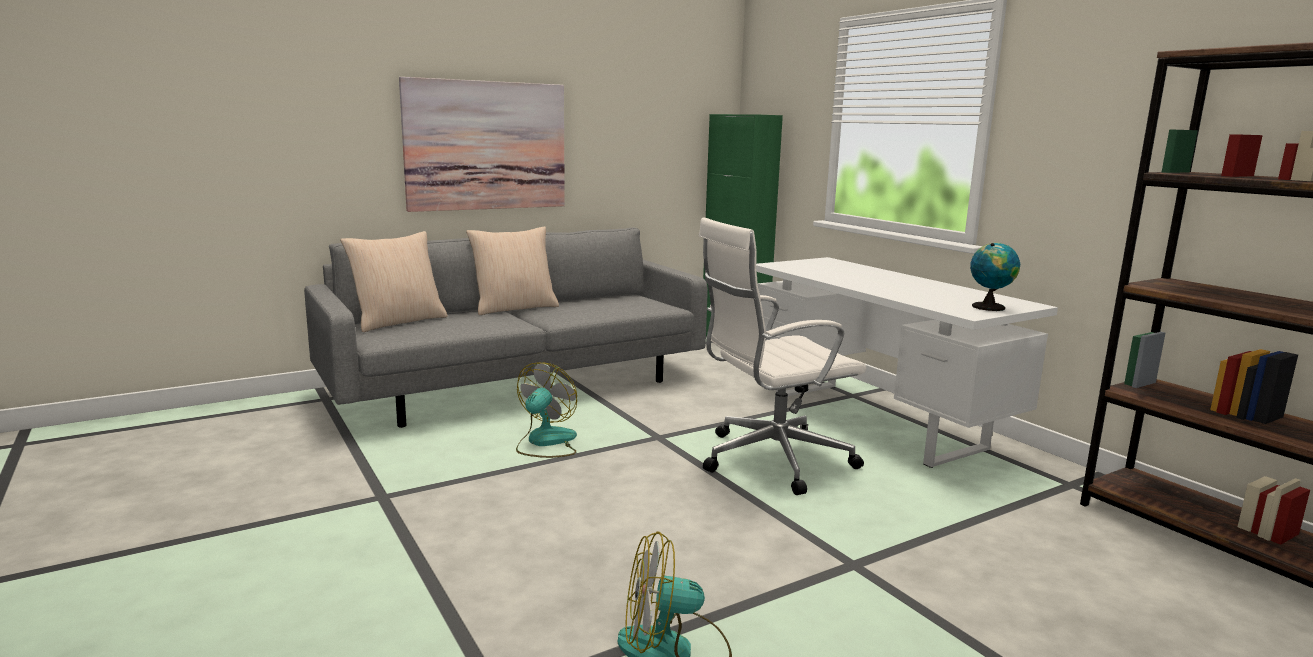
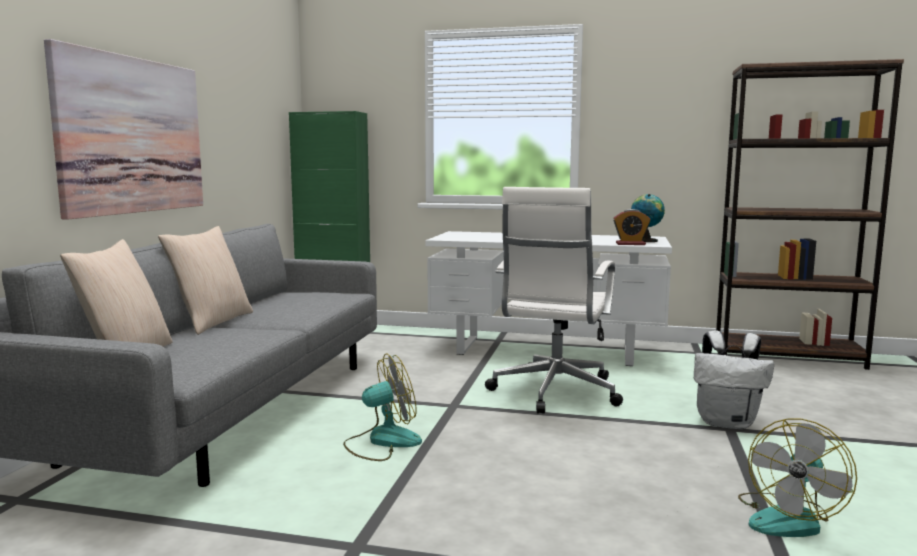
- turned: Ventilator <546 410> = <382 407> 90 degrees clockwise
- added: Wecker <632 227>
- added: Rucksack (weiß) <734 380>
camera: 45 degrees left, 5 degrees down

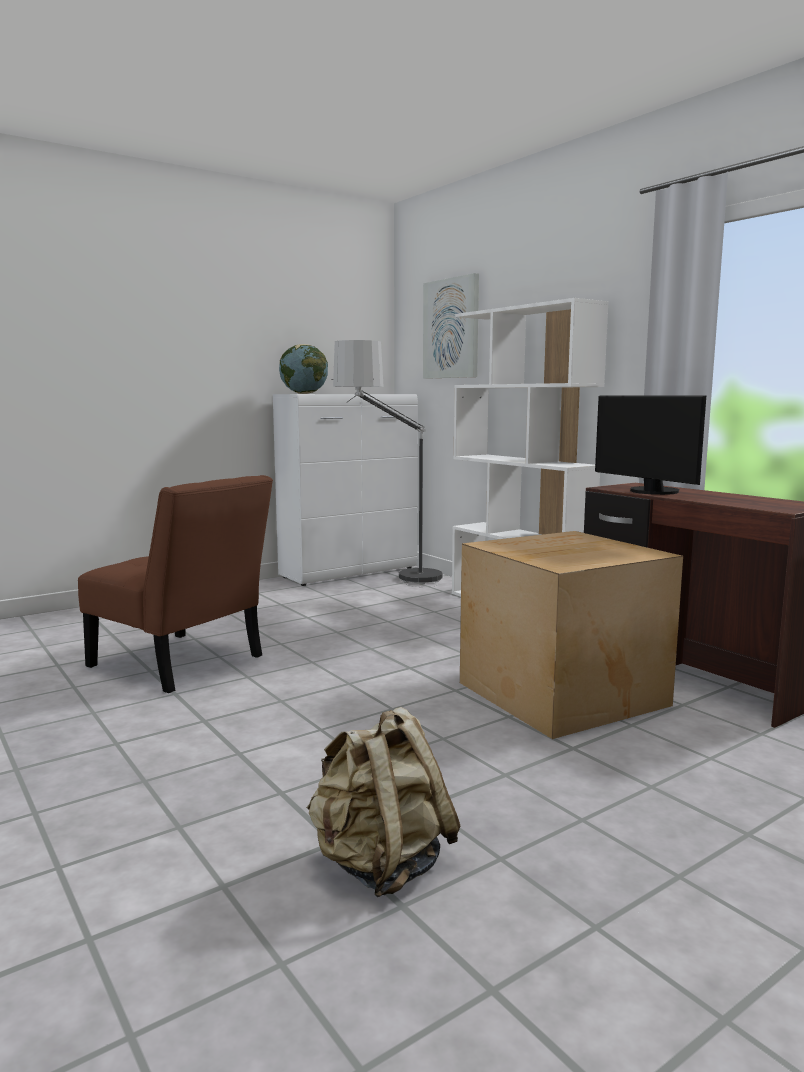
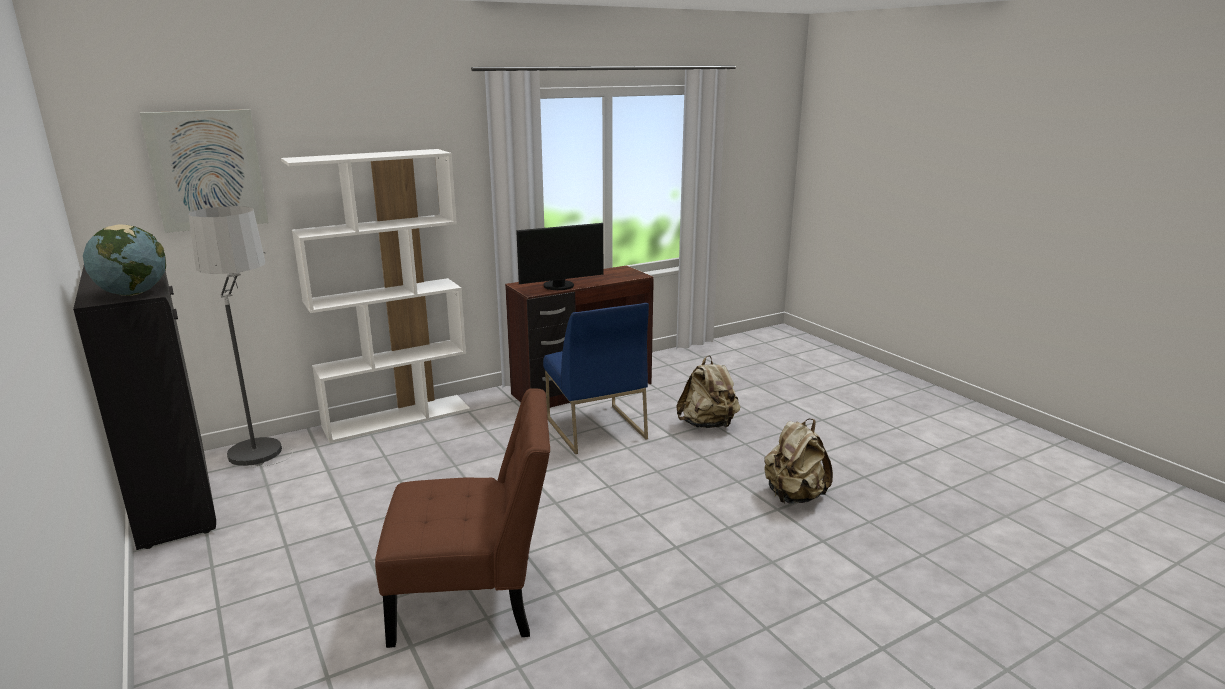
- turned: Stuhl (braun) <175 584> = <462 518> 45 degrees clockwise
- recoloured: Schrank (weiß) <345 490> to Schrank (schwarz) <144 408>
- replaced: Karton <571 635> to Stuhl (blau) <596 378>
- added: Rucksack (beige) <708 391>
camera: 85 degrees left, 10 degrees up

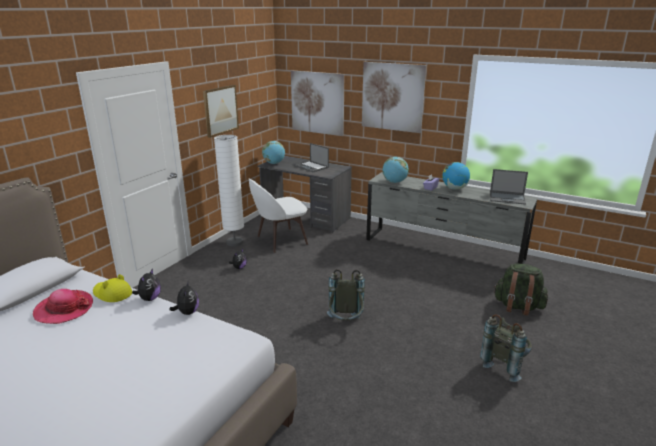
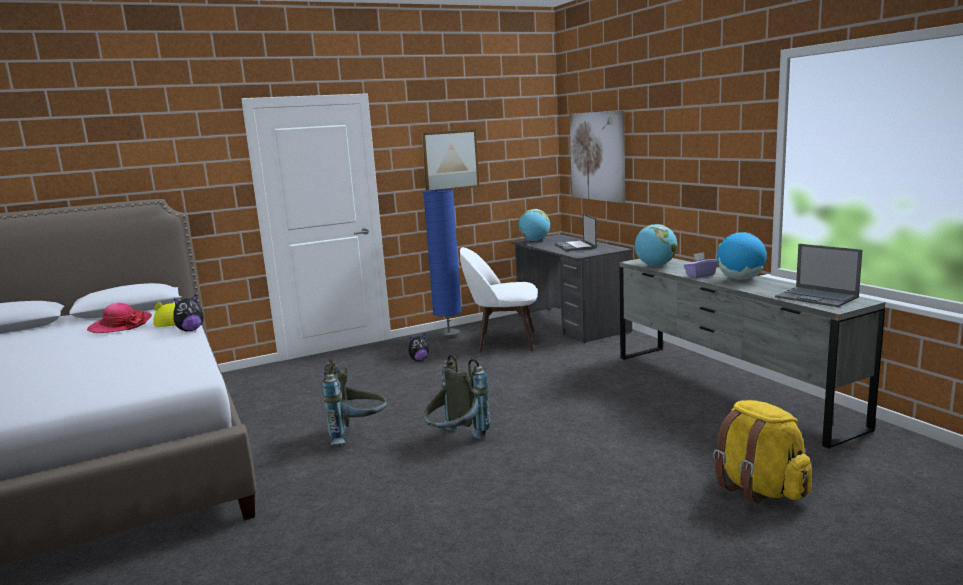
- removed: Plüschtier <184 298>
- recoloured: Stehlampe (weiß) <229 191> to Stehlampe (blau) <442 264>
- removed: Bild <394 97>
- moved: Rucksack (grau) <506 348> to <355 401>
- recoloured: Rucksack (grün) <521 290> to Rucksack (gelb) <762 451>
camera: 35 degrees right, 10 degrees down

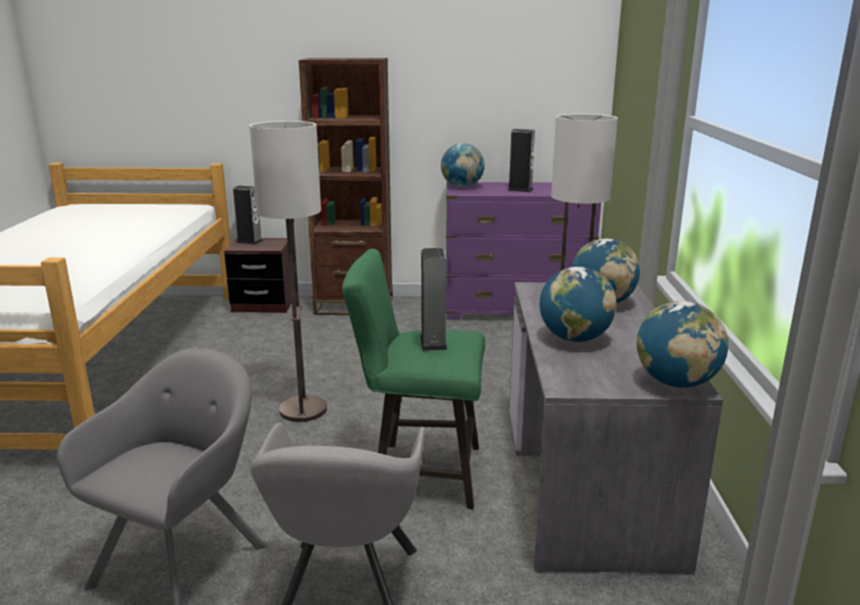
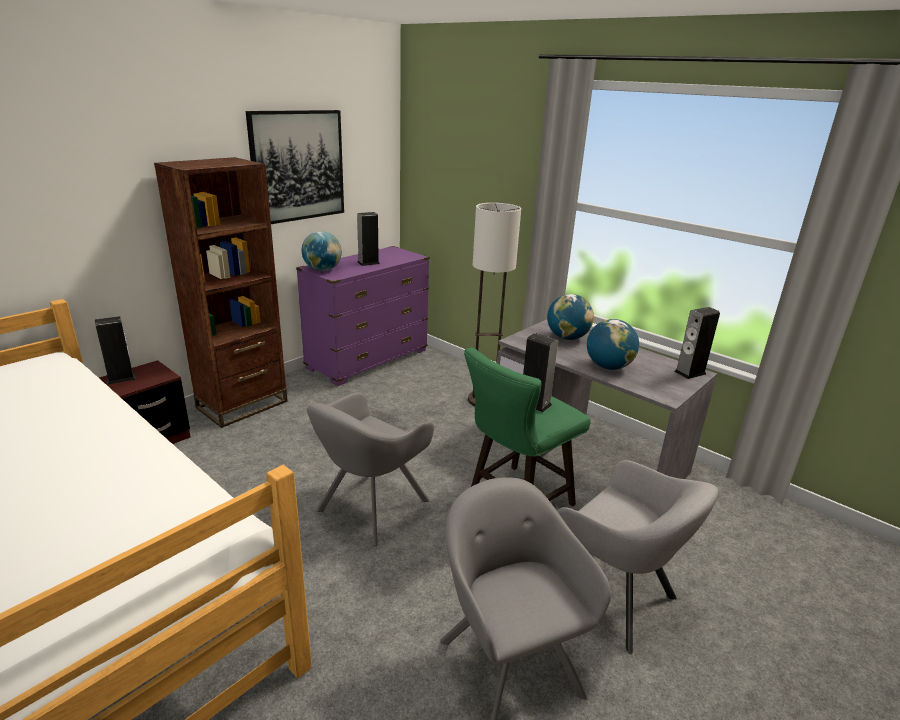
- replaced: Stehlampe <288 271> to Sessel (grau) <370 469>
- replaced: Globus <682 344> to Lautsprecher <697 343>
- added: Bild <295 167>
camera: 50 degrees left, 5 degrees up

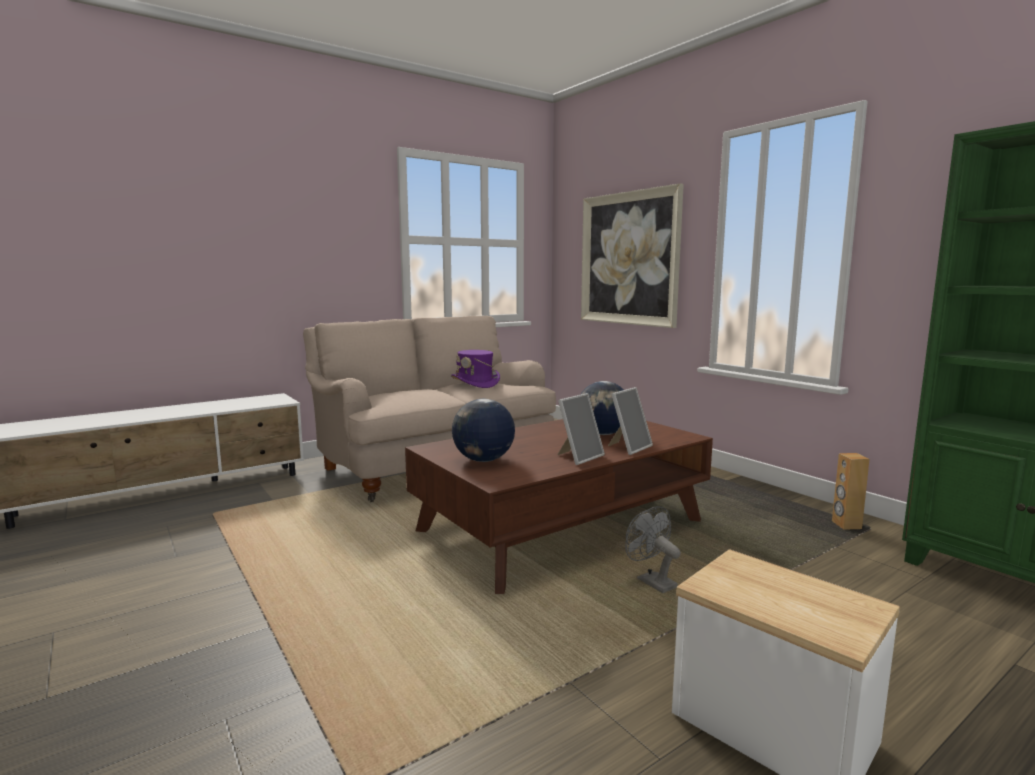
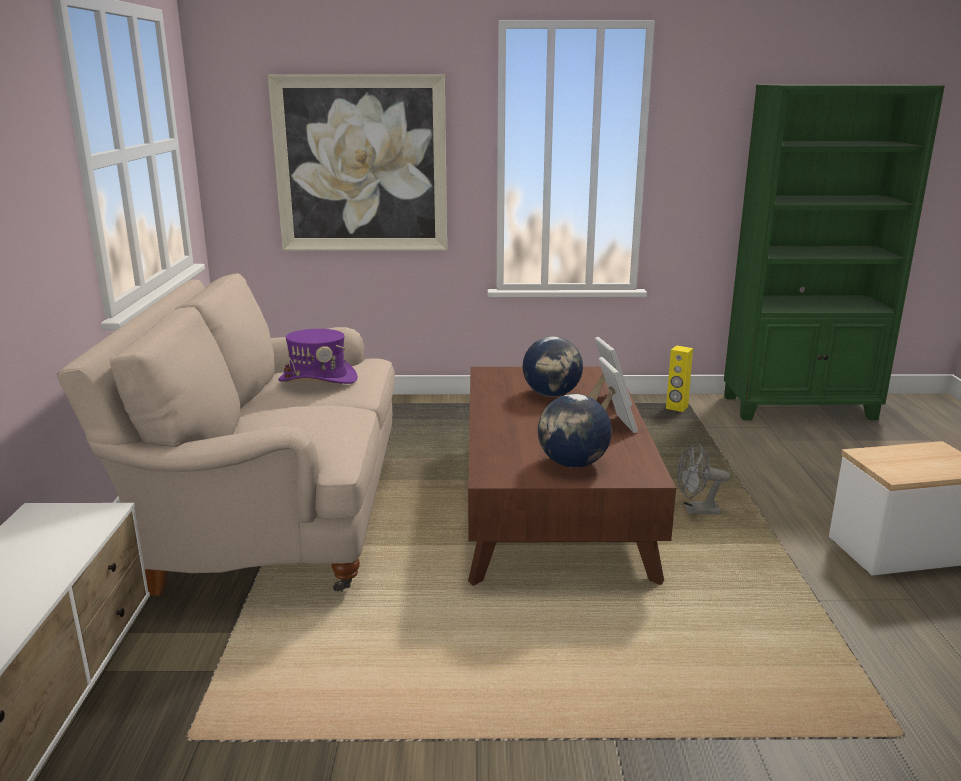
- recoloured: Lautsprecher (braun) <851 491> to Lautsprecher (gelb) <679 378>
camera: 55 degrees left, 10 degrees up

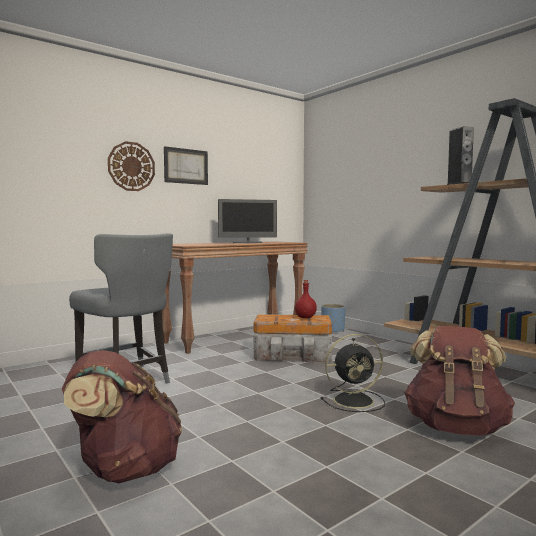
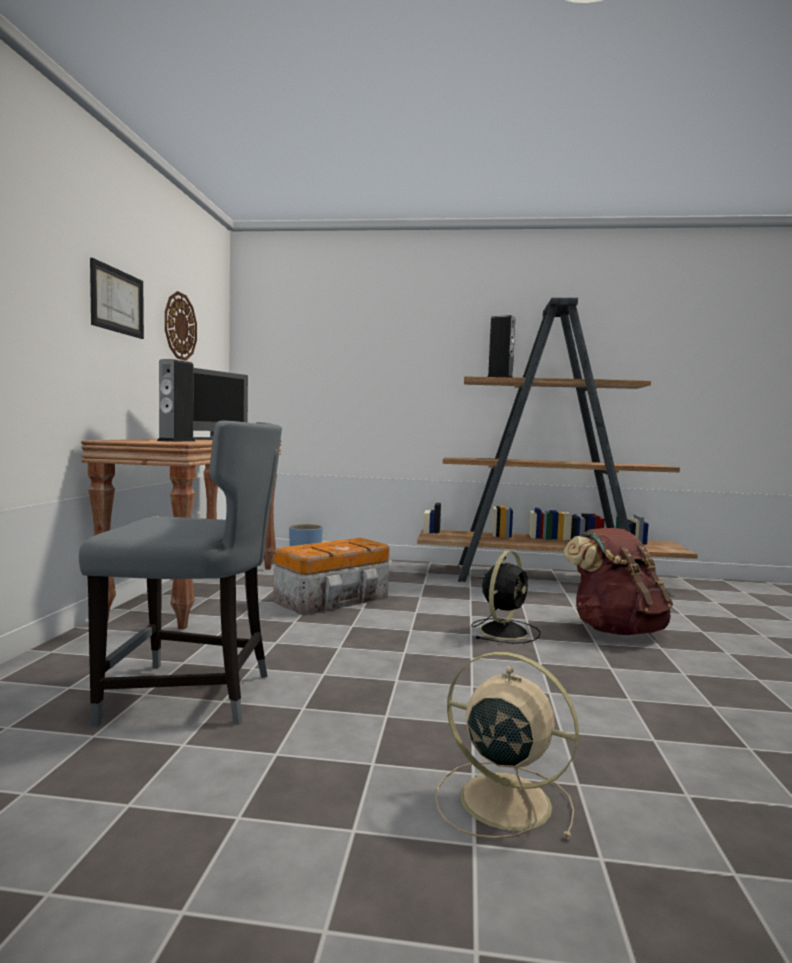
- replaced: Rucksack (braun) <122 416> to Ventilator (beige) <507 746>
- moved: Wanduhr <131 166> to <181 326>
- removed: Flasche (rot) <306 299>
- added: Lautsprecher <176 400>
camera: 45 degrees left, 0 degrees up

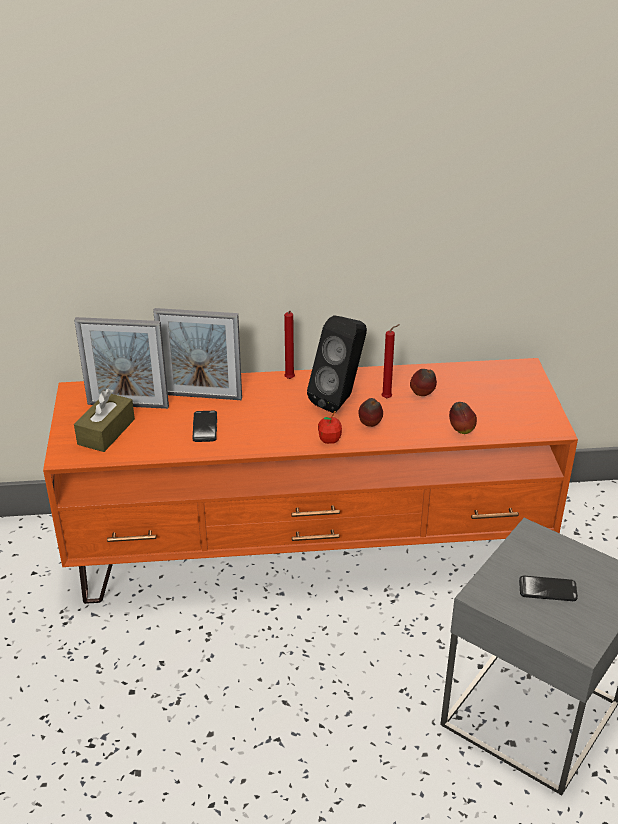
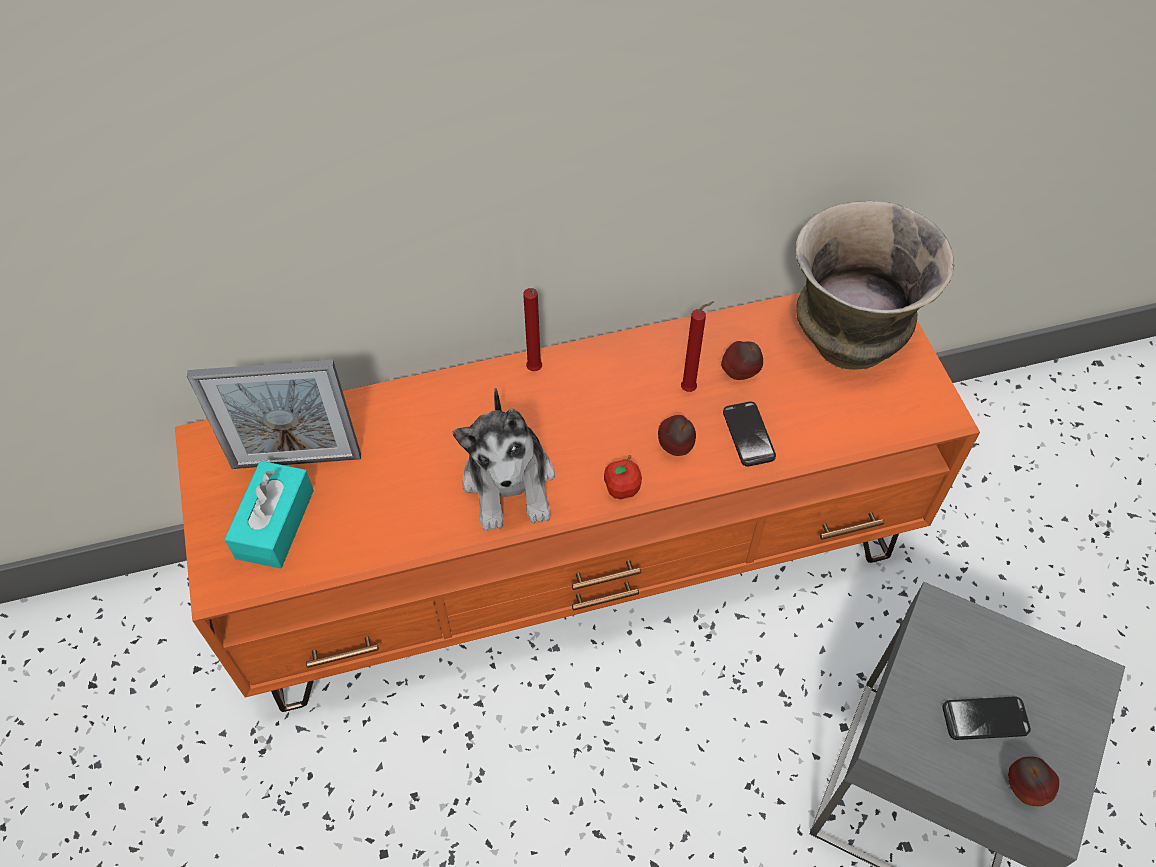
- recoloured: Taschentuchbox (braun) <104 420> to Taschentuchbox (türkis) <269 515>
- removed: Bilderrahmen <197 354>
- moved: Handy <204 426> to <749 434>
- removed: Lautsprecher (schwarz) <337 364>
- moved: Apfel <463 418> to <1033 781>
- added: Plüschtier <504 459>
- added: Vase <875 285>
camera: 10 degrees left, 20 degrees up

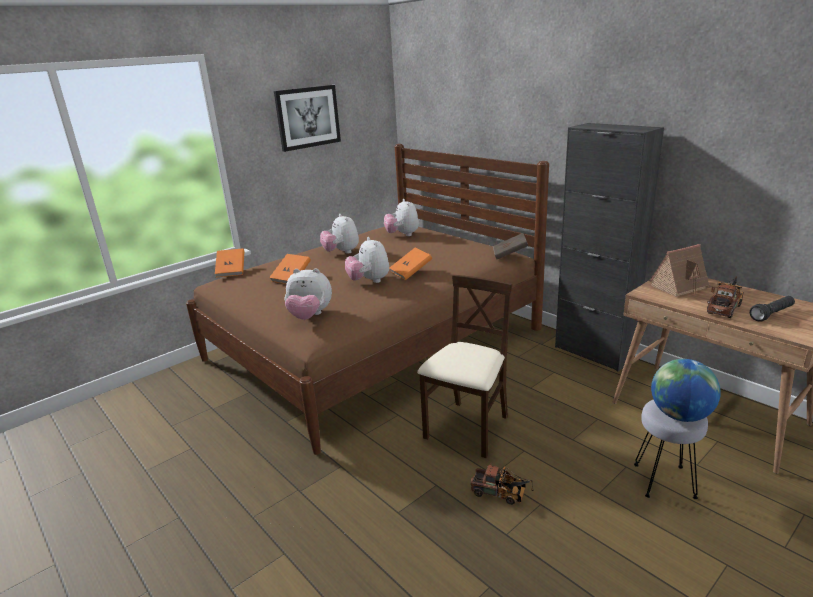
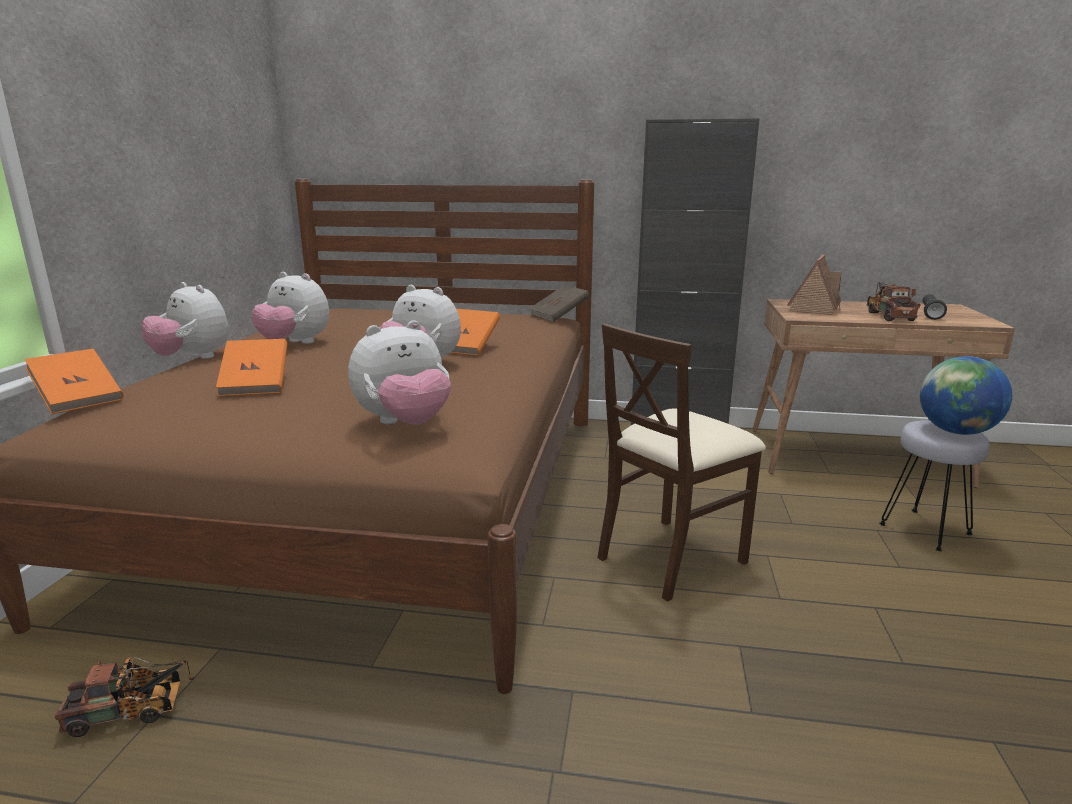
- removed: Bild <307 118>
- moved: Plüschtier <401 217> to <185 320>
- turned: Stuhl (beige) <464 366> = <681 462> 120 degrees counterclockwise
- moved: Spielzeuglaster <502 483> to <124 696>
camera: 40 degrees left, 5 degrees down

